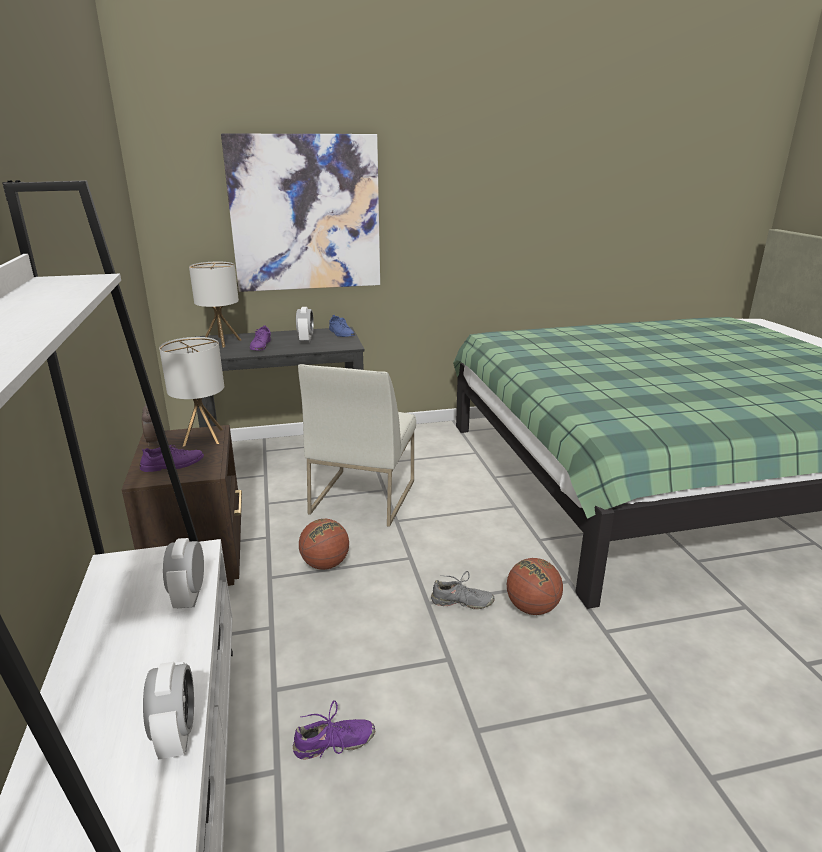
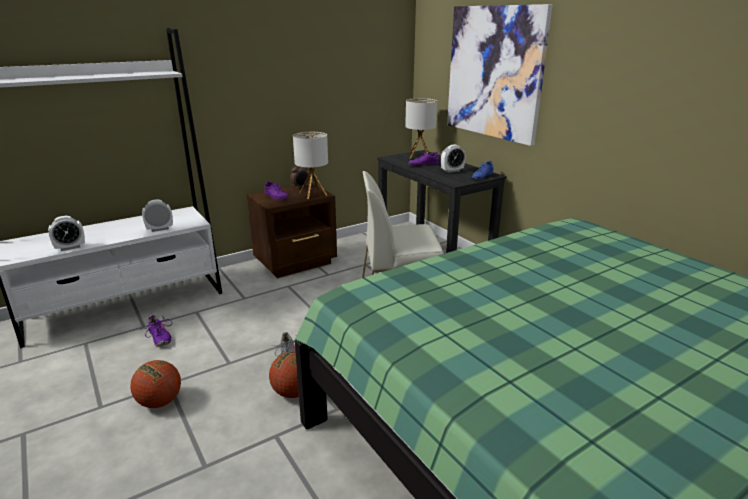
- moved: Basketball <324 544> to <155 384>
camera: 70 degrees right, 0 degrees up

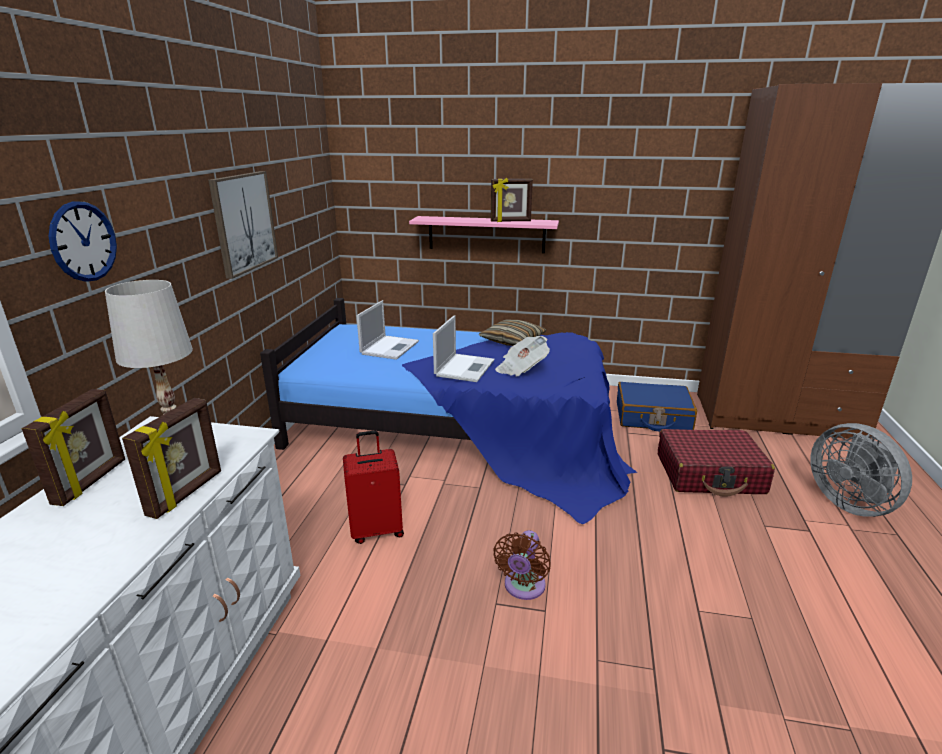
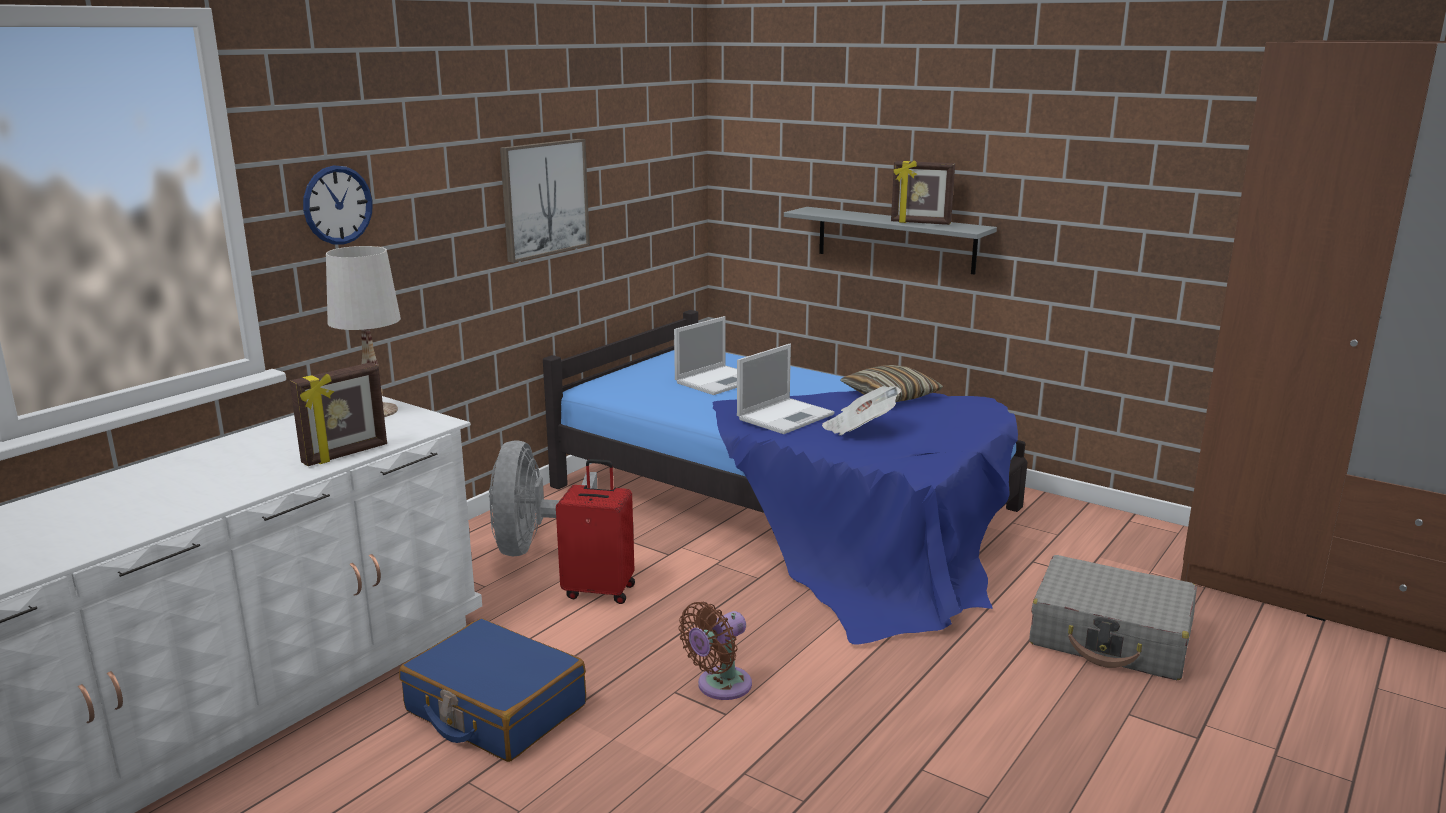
- removed: Bilderrahmen <73 447>
- recoloured: Wandregal (rosa) <484 234> to Wandregal (grau) <890 241>
- moved: Koffer (blau) <657 406> to <492 690>
- recoloured: Koffer (rot) <716 463> to Koffer (grau) <1113 617>
- moved: Ventilator (grau) <861 470> to <543 498>
camera: 25 degrees right, 5 degrees down

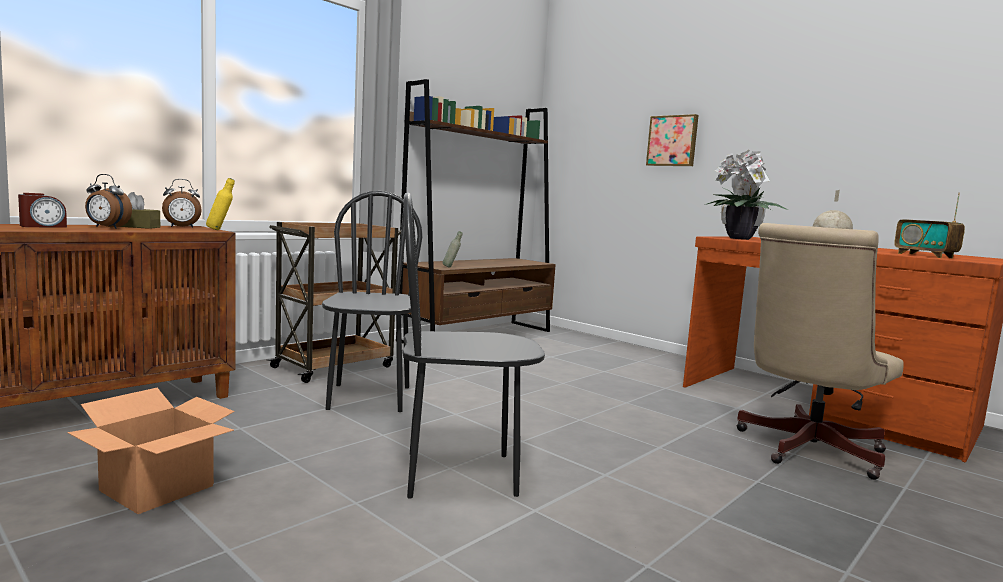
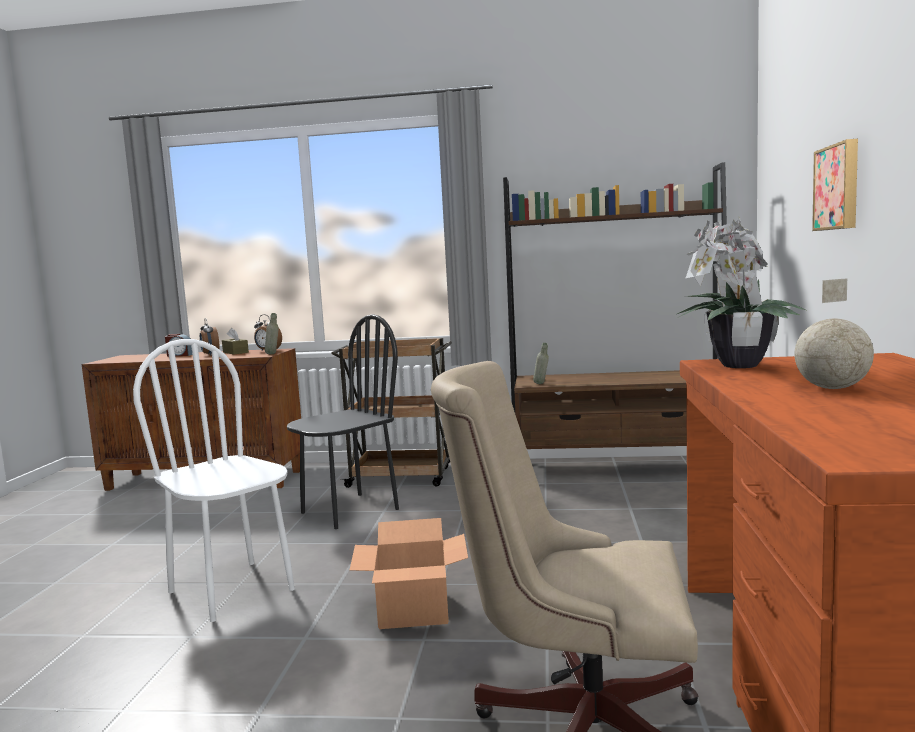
- moved: Karton <151 451> to <409 573>
- recoloured: Flasche (gelb) <220 204> to Flasche (grau) <272 334>
- recoloured: Stuhl (schwarz) <473 345> to Stuhl (weiß) <214 480>
- removed: Radio <929 225>
camera: 55 degrees right, 0 degrees up

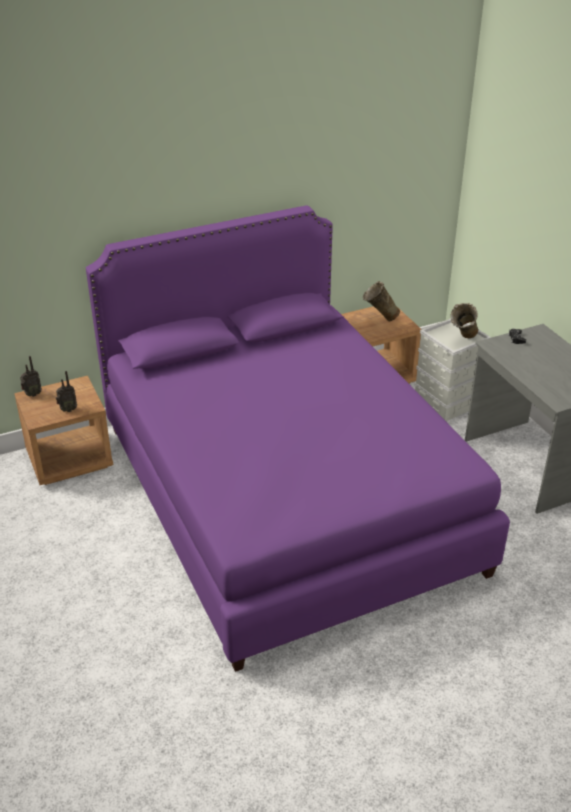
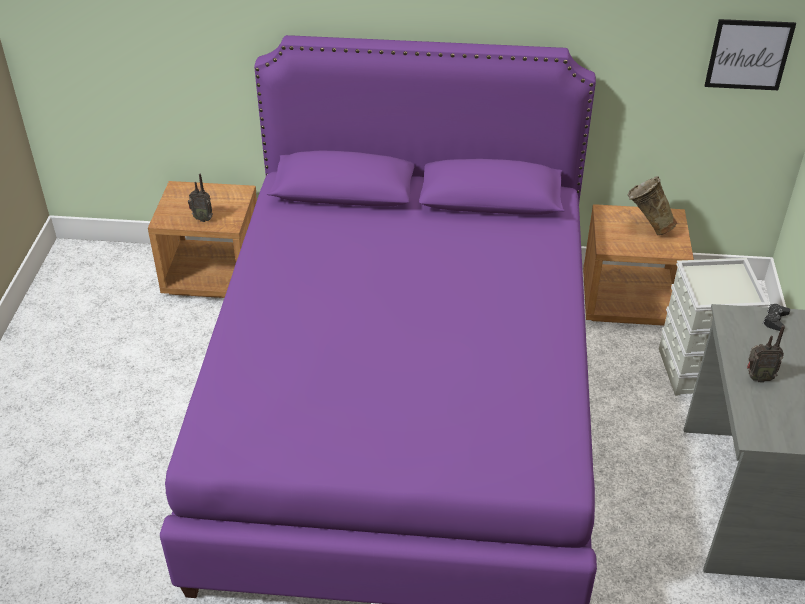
- moved: Radio <31 376> to <766 353>
- removed: Vase (beige) <464 320>
- added: Bild <750 54>
camera: 30 degrees right, 5 degrees up

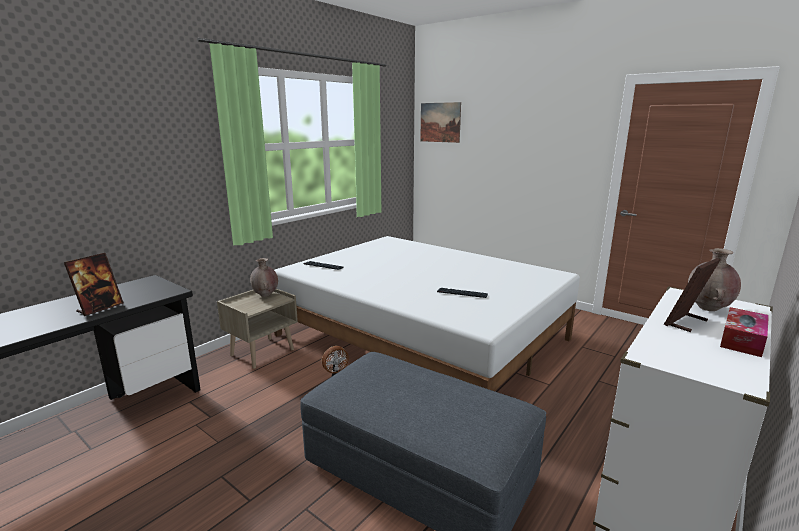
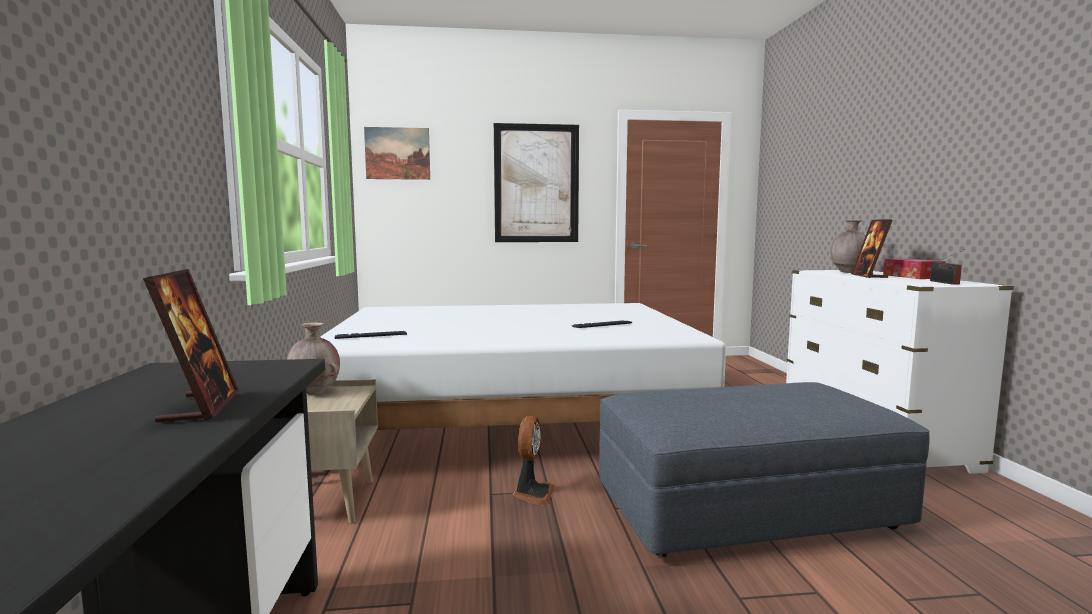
- added: Bild <536 182>
- added: Radio <947 267>
camera: 45 degrees left, 10 degrees down

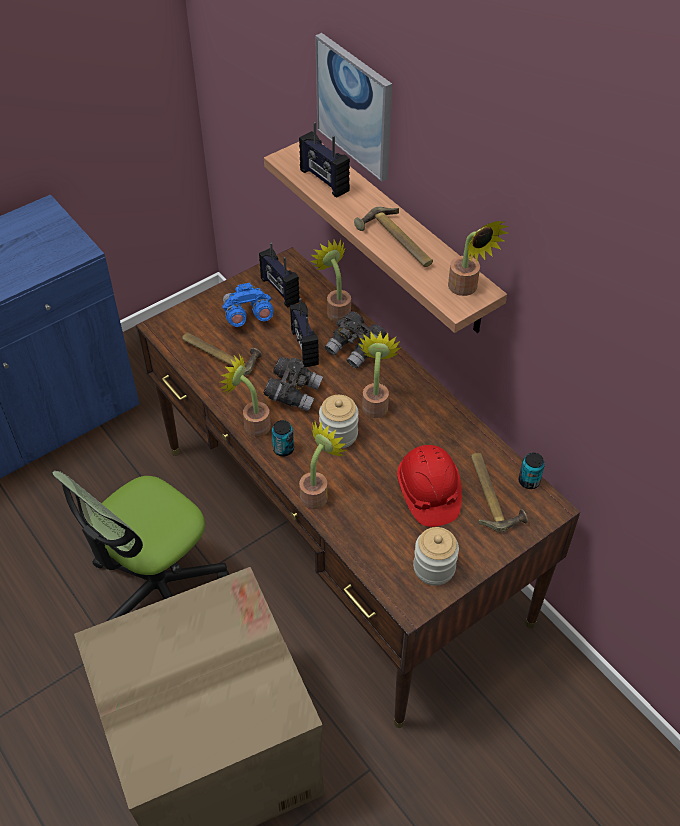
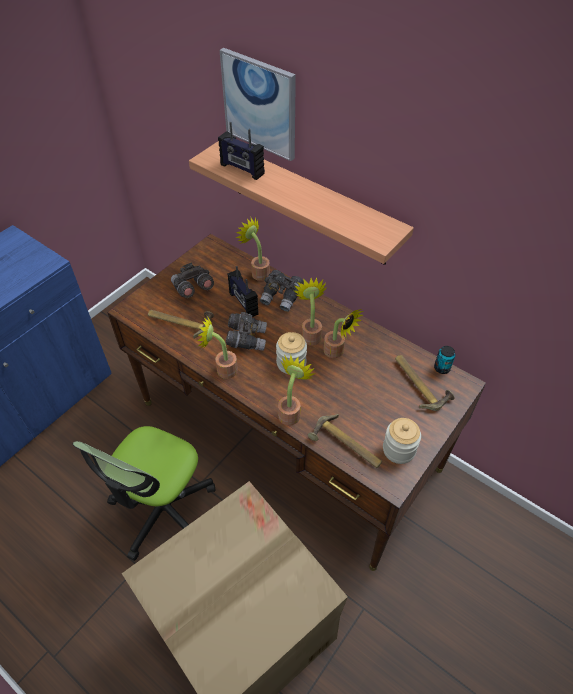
- recoloured: Fernglas (blau) <248 305> to Fernglas (grau) <192 280>
- removed: Radio <279 275>
- removed: Dose <283 438>
- moved: Hammer <393 237> to <345 441>
- removed: Schutzhelm (rot) <429 486>
- moved: Topfpflanze <478 258> to <343 333>
camera: 15 degrees left, 0 degrees up

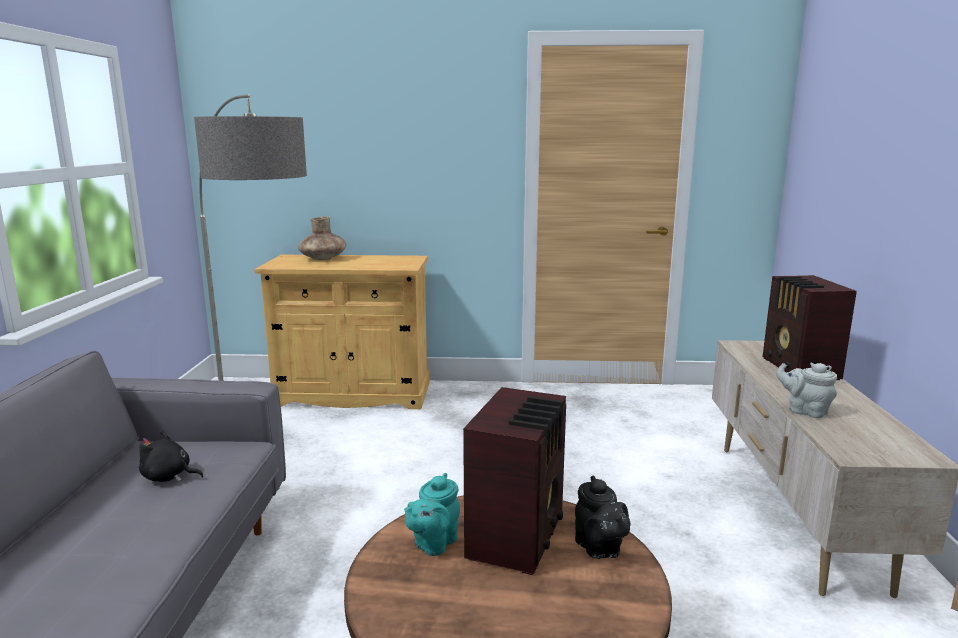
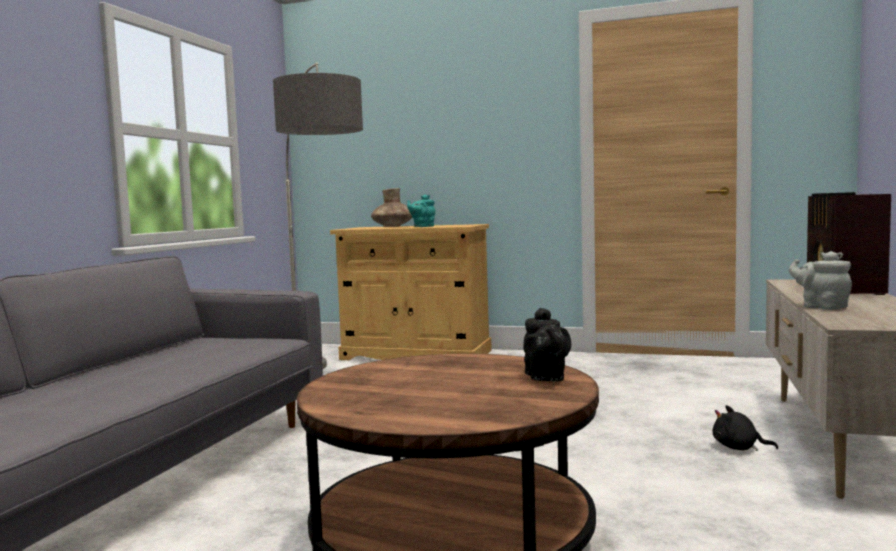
- moved: Plüschtier (schwarz) <171 456> to <745 428>
- moved: Teekanne (türkis) <432 514> to <421 211>
- removed: Radio <514 481>
camera: 15 degrees right, 10 degrees down

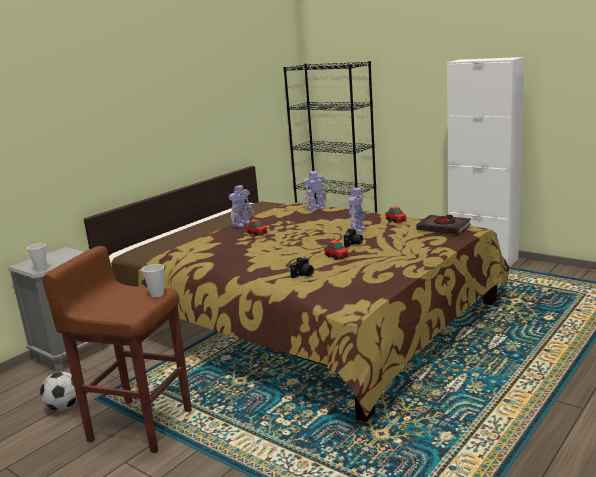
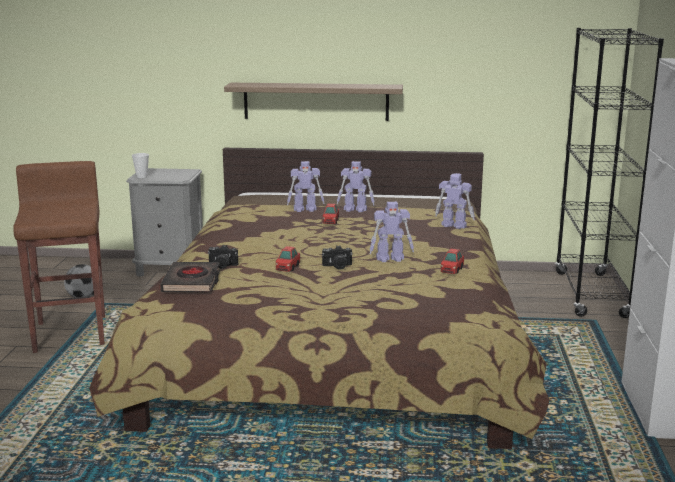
- removed: Tasse <153 280>
- moved: Buch (schwarz) <443 225> to <190 277>
- added: Wandregal <313 102>
- added: Spielzeugroboter <306 186>
camera: 55 degrees right, 0 degrees up

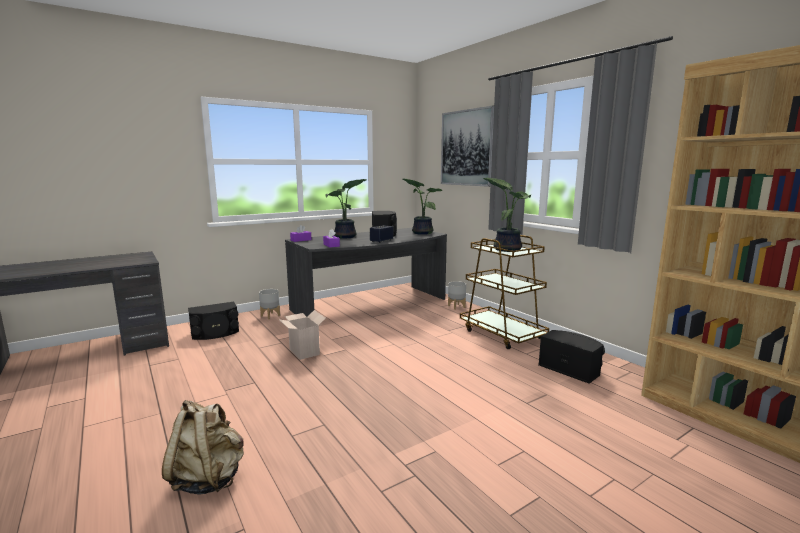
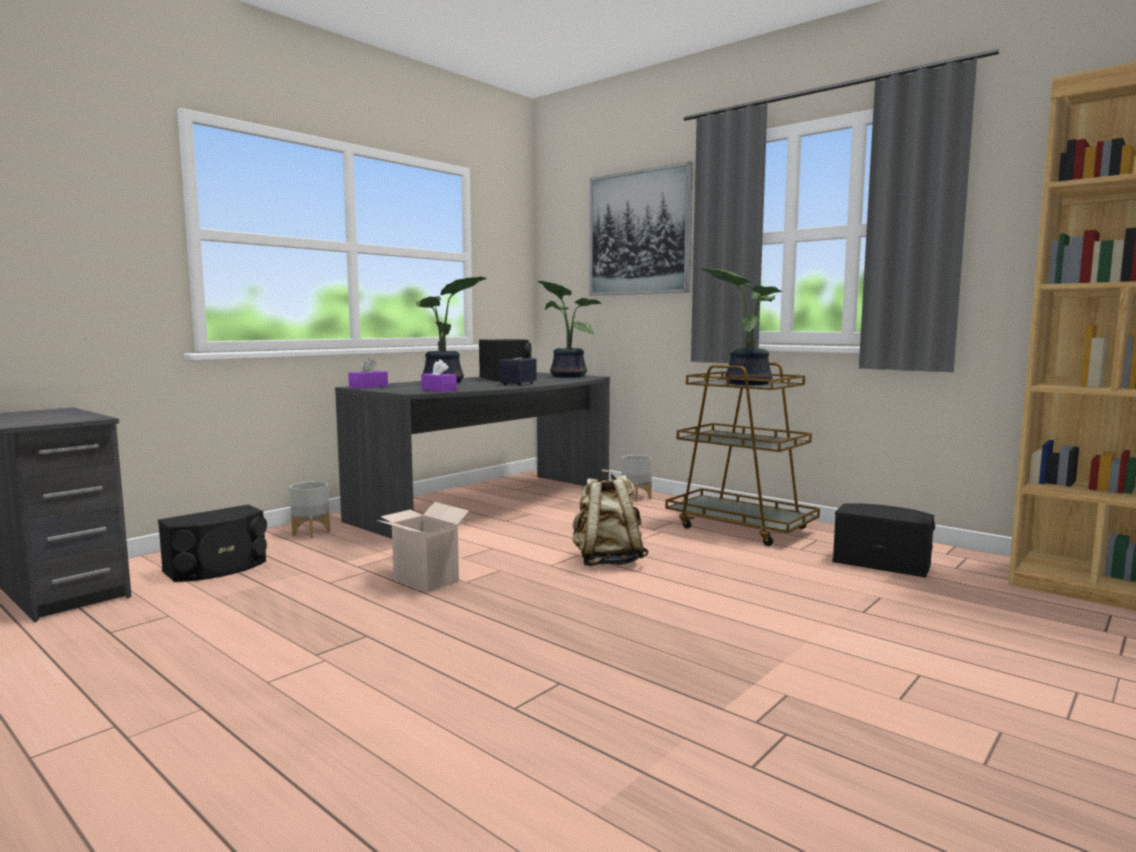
- moved: Rucksack (beige) <203 447> to <610 517>
camera: 15 degrees left, 5 degrees down

